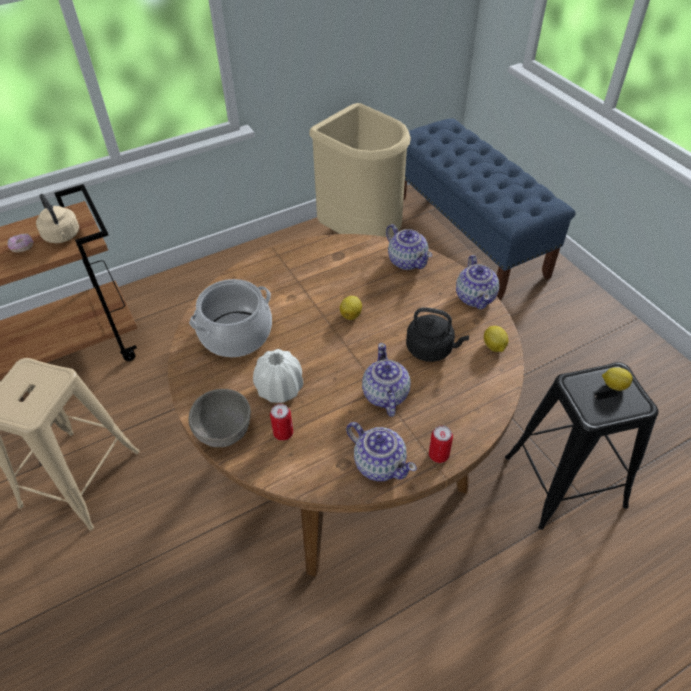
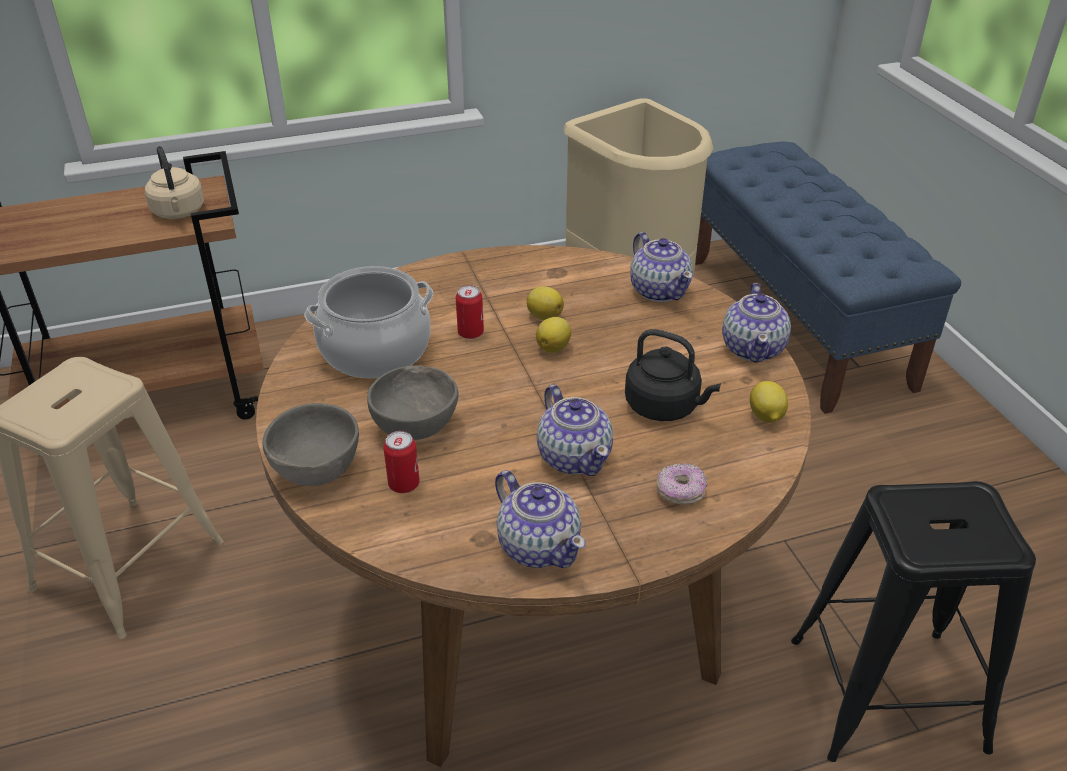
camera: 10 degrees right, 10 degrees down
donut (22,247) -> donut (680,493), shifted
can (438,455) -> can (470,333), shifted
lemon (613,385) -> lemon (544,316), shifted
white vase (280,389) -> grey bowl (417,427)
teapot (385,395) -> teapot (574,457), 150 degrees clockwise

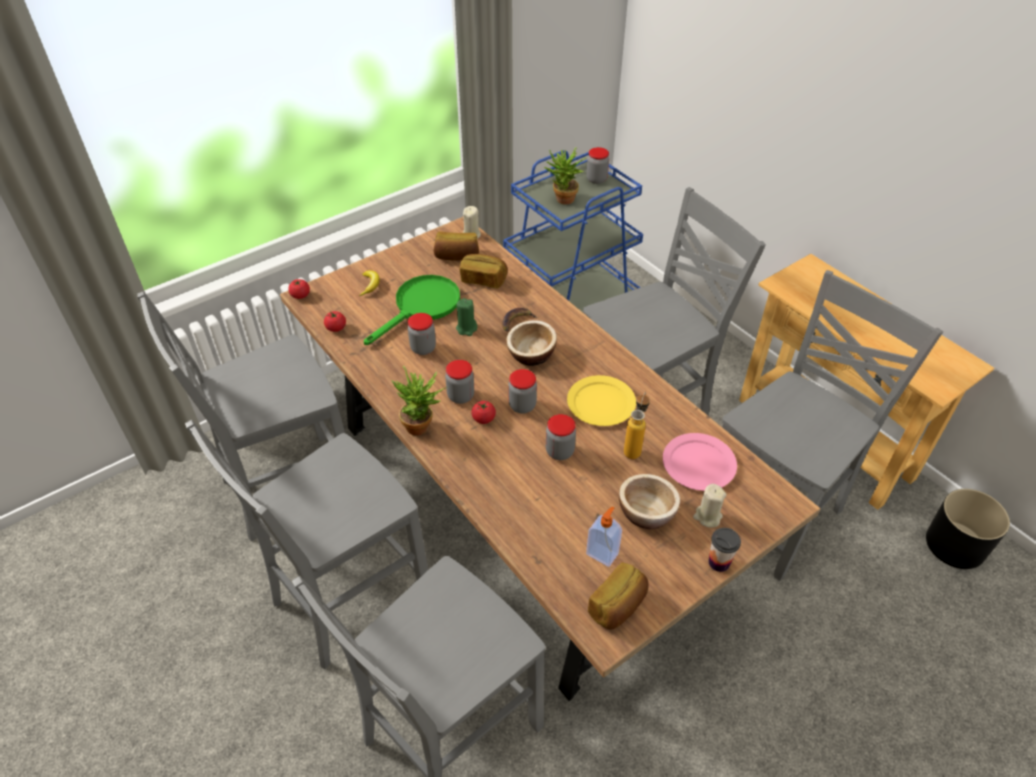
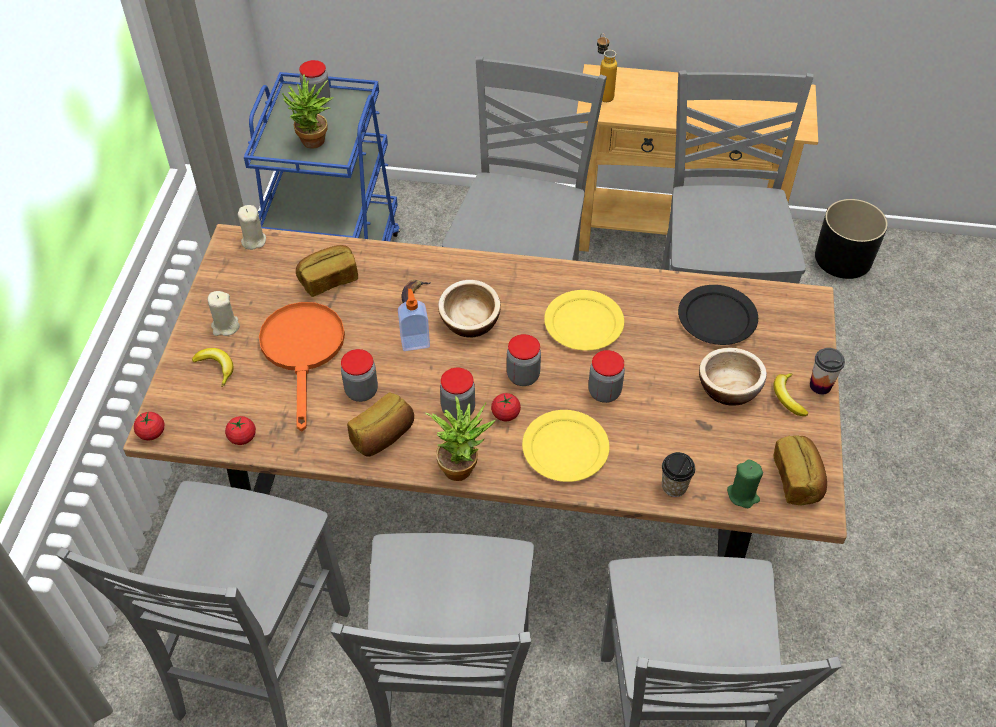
camera: 45 degrees left, 5 degrees up
none -> yellow plate (565,449)
none -> cup (674,486)
none -> banana (787,397)
bread (457,256) -> bread (383,436), shifted
green candle (466,328) -> green candle (743,495), shifted
soap dispenser (602,553) -> soap dispenser (415,341), shifted
bottle (634,448) -> bottle (602,94), shifted
beige candle (707,517) -> beige candle (225,326), shifted
green frying pan (421,307) -> orange frying pan (303,351)
pink plate (699,464) -> black plate (717,317)

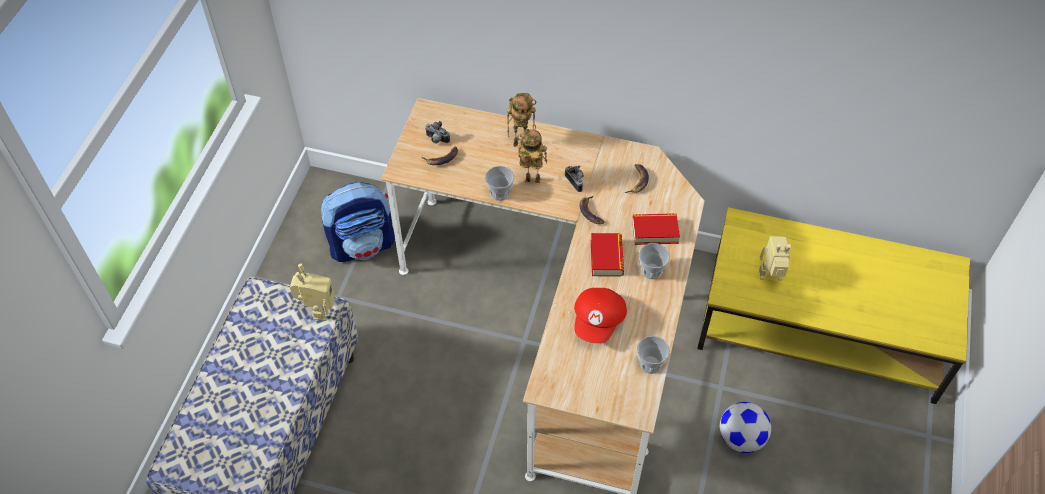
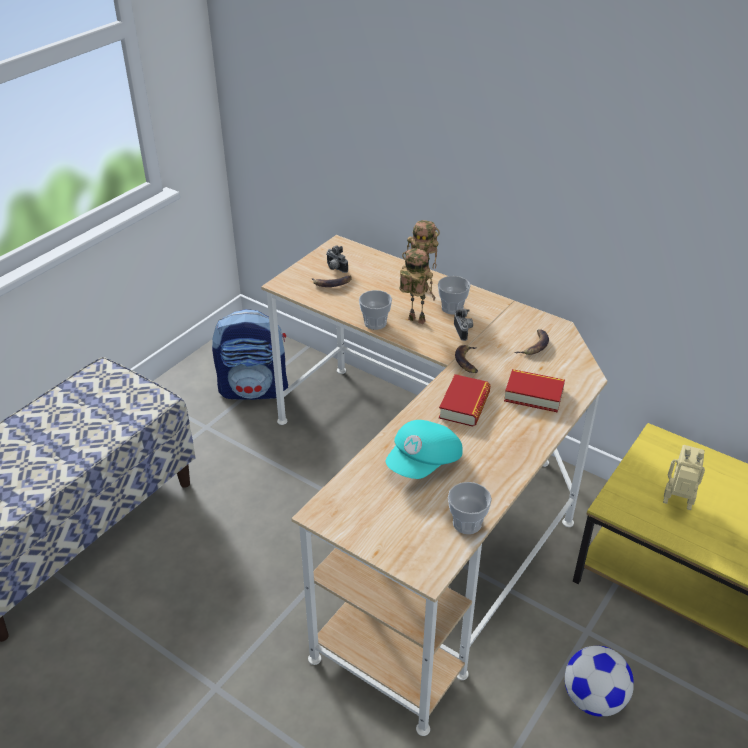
camera: 20 degrees right, 15 degrees down
toy robot (317,310) -> none
cup (651,271) -> cup (452,308), shifted
red cap (598,321) -> turquoise cap (424,463)

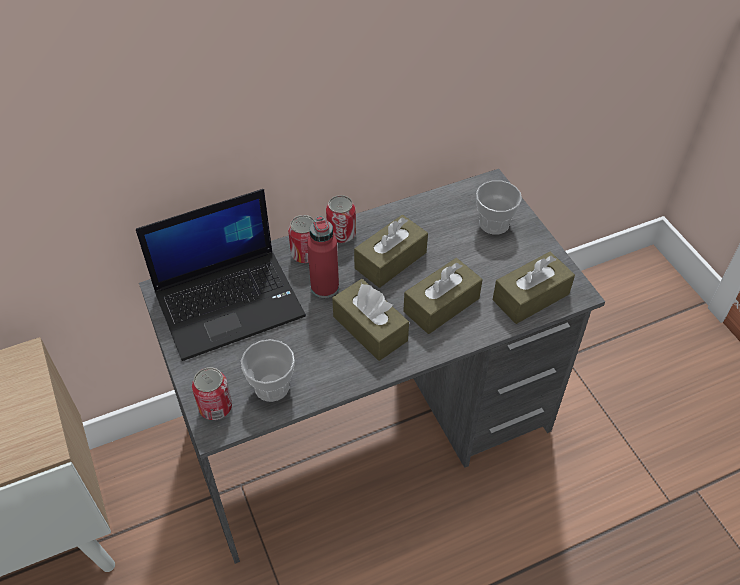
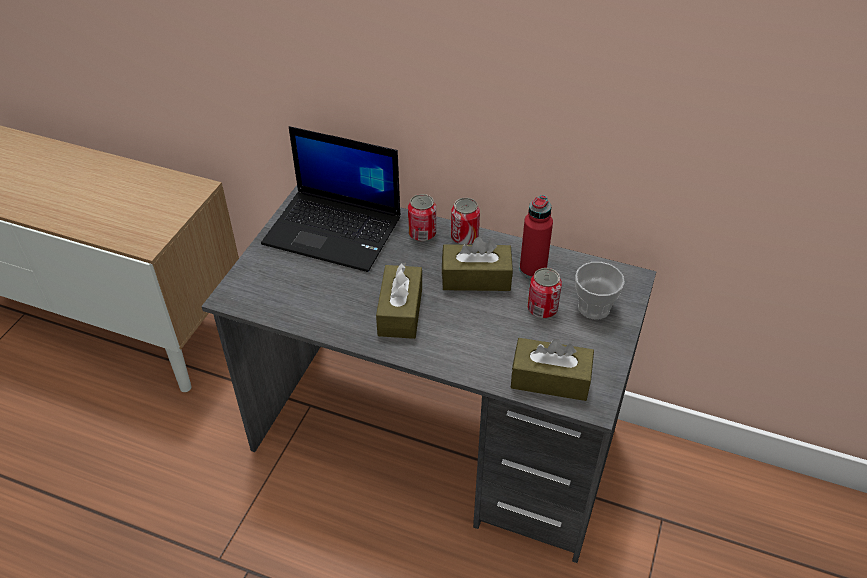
camera: 45 degrees right, 5 degrees down
cup (272,387) -> none
brown tissue box (441,305) -> none
can (215,407) -> can (542,309), shifted
red bottle (325,287) -> red bottle (533,269), shifted

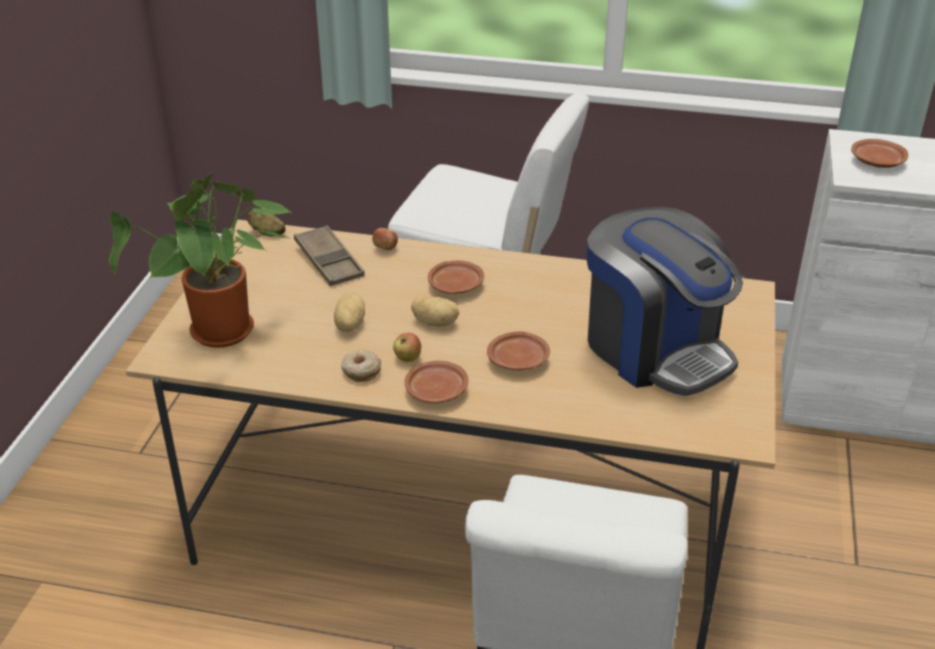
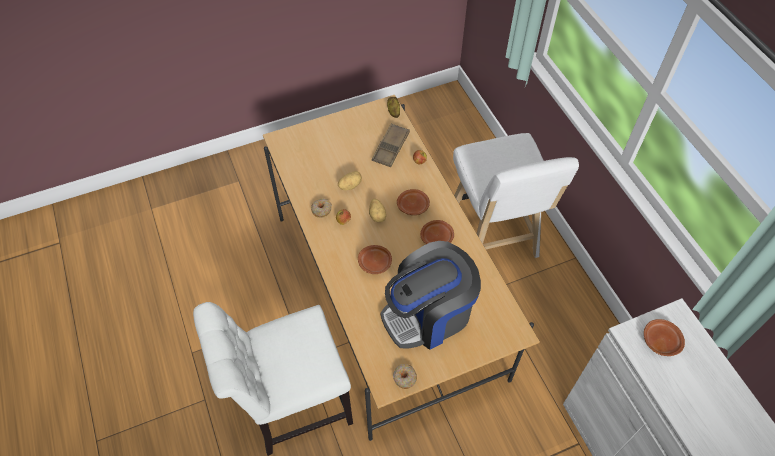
camera: 55 degrees right, 20 degrees up
potted plant (222,336) -> none
none -> donut (404,378)
brown plate (436,390) -> brown plate (437,237), shifted
coffee machine (655,349) -> coffee machine (429,314), 45 degrees clockwise

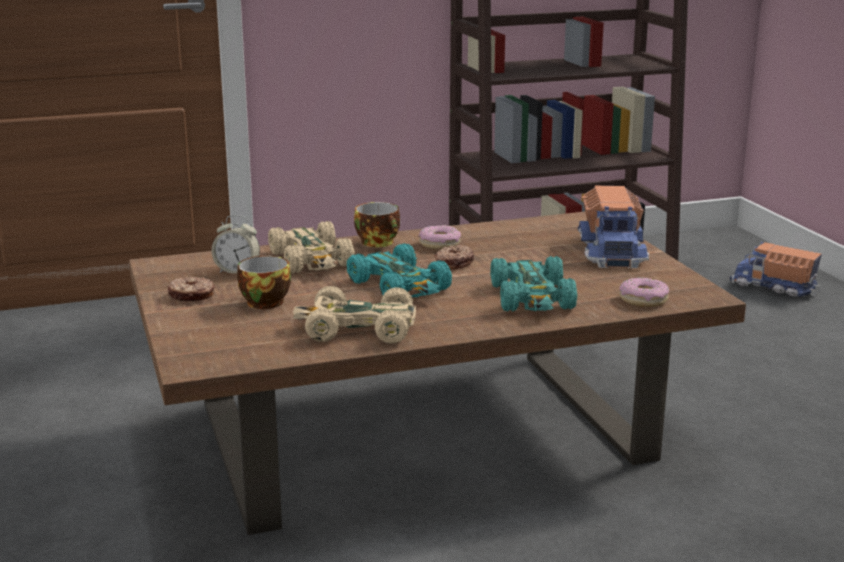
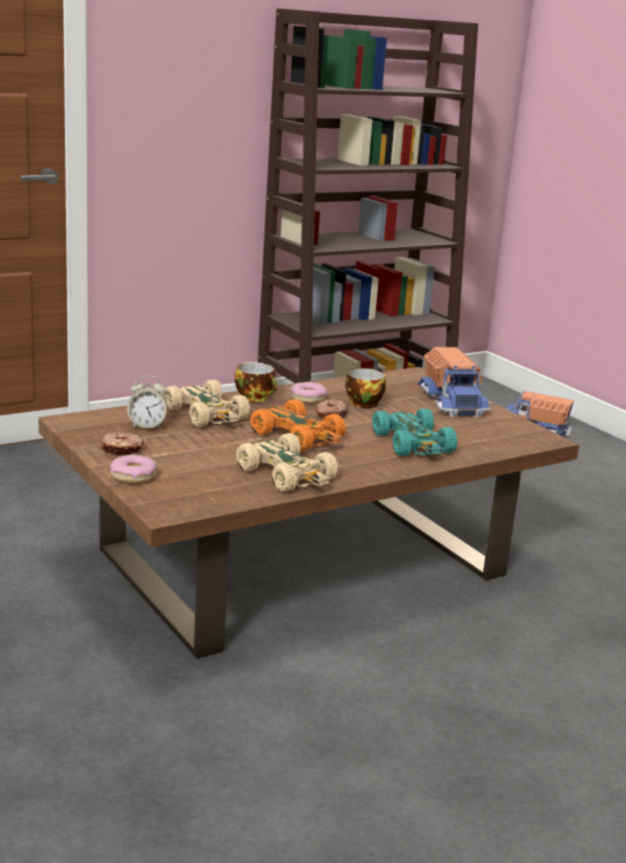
camera: 15 degrees left, 0 degrees up
cup (263,301) -> cup (361,403), shifted
donut (643,300) -> donut (133,476), shifted
turquoise toy car (400,286) -> orange toy car (298,436)
beige toy car (358,329) -> beige toy car (287,475), 120 degrees counterclockwise

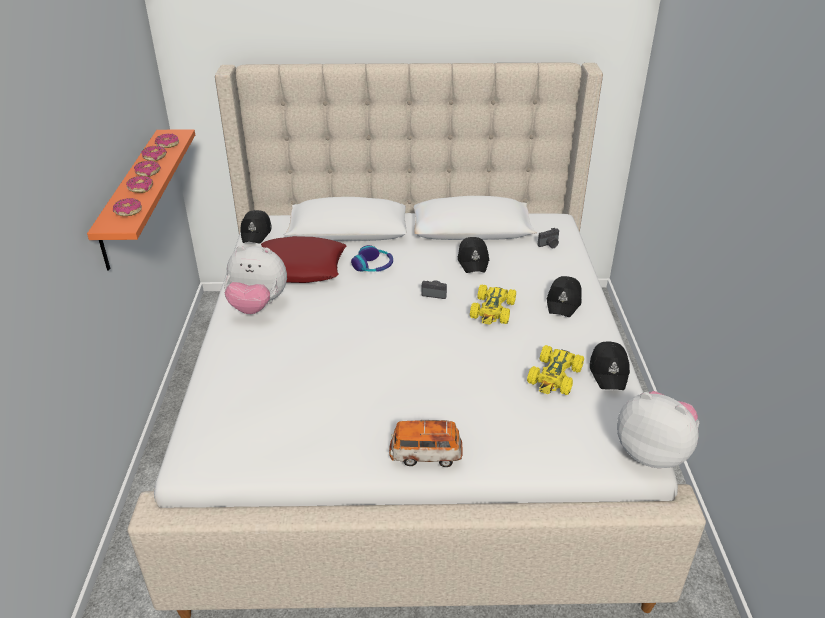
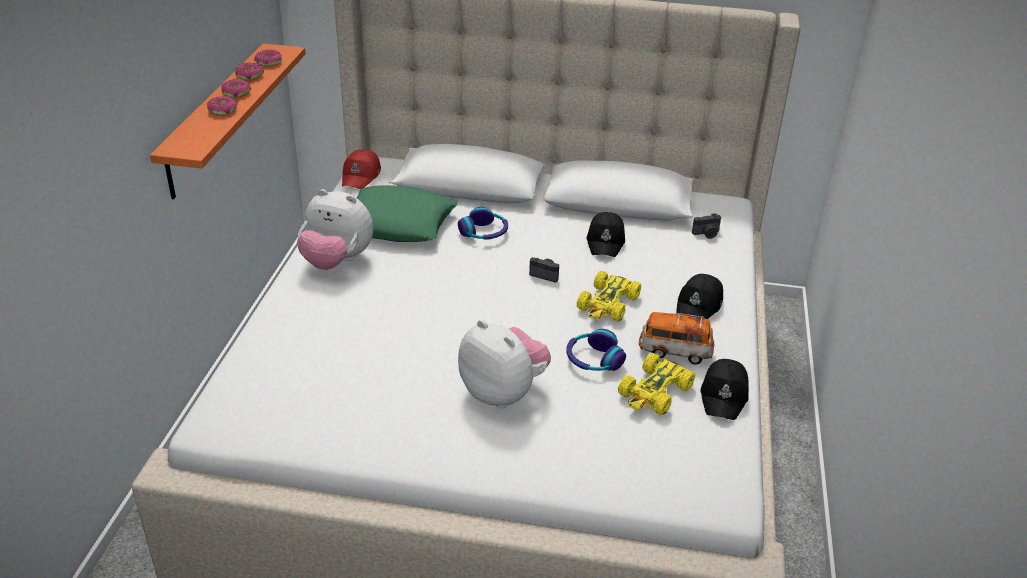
camera: 10 degrees right, 0 degrees up
donut (128,212) -> none
none -> headphones (593,359)
toy car (425,455) -> toy car (675,351), shifted
plush toy (652,452) -> plush toy (503,392), shifted
black cap (256,232) -> red cap (361,176)
red pillow (300,267) -> green pillow (398,223)

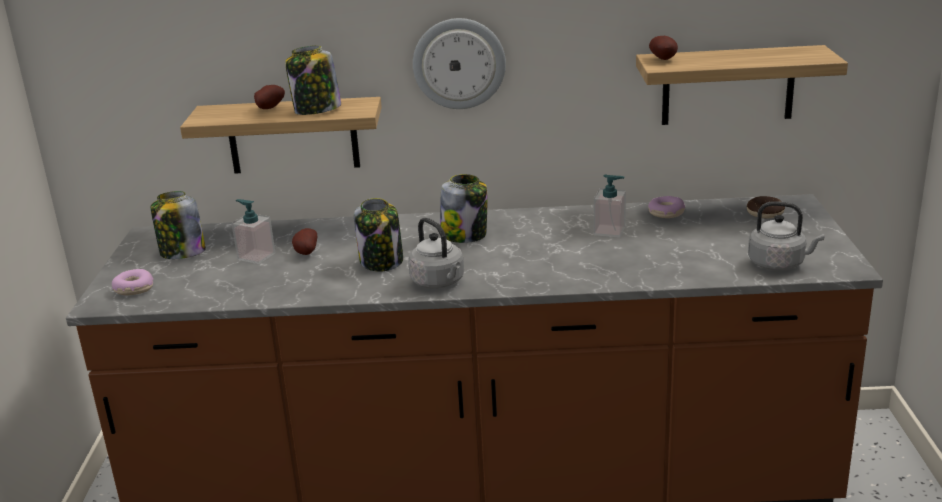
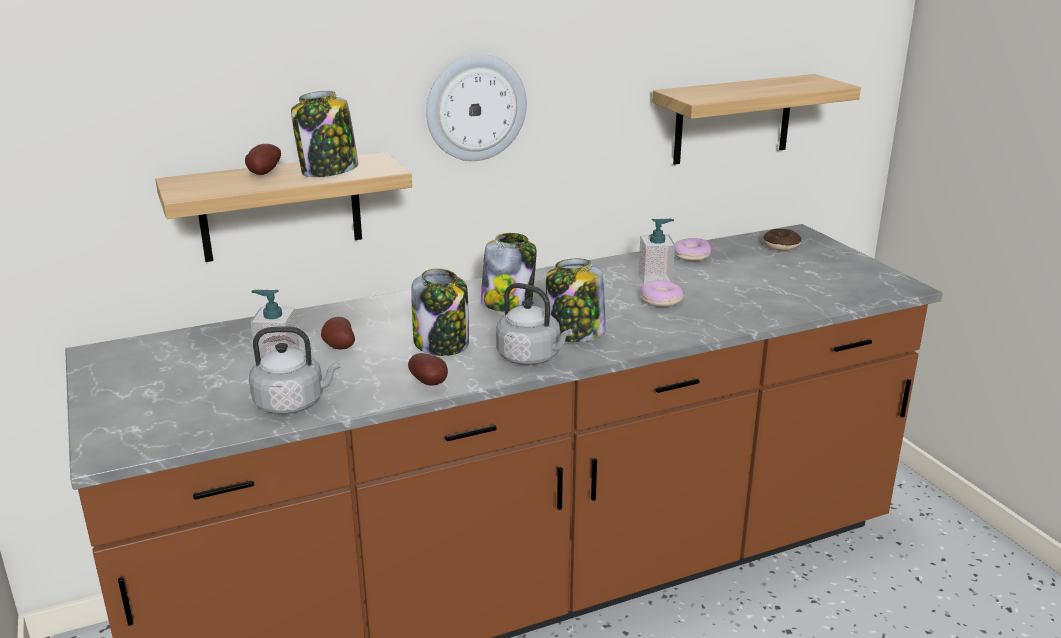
camera: 25 degrees left, 0 degrees up
donut (133,289) -> donut (660,300), shifted
jar (182,253) -> jar (575,334), shifted
potato (664,59) -> potato (430,383), shifted
grey kettle (779,264) -> grey kettle (293,403), shifted

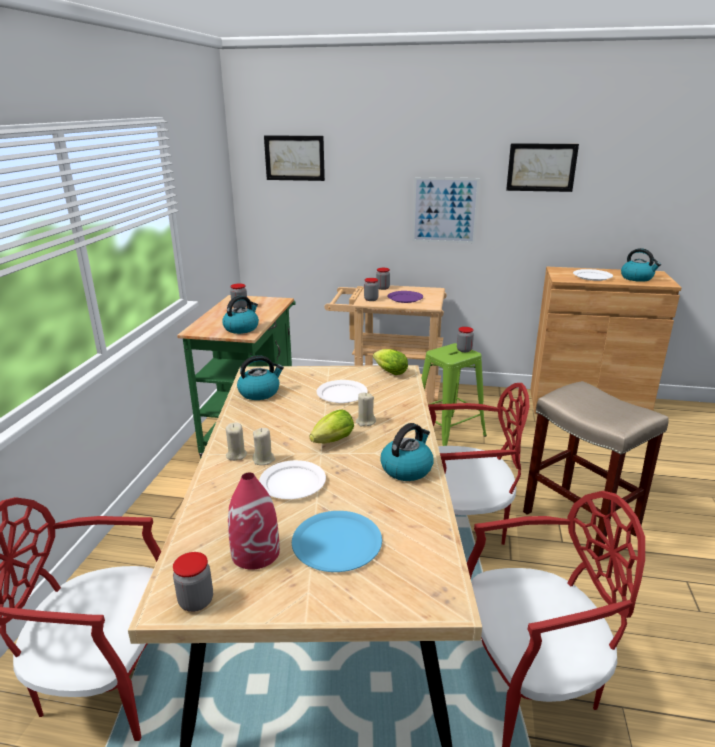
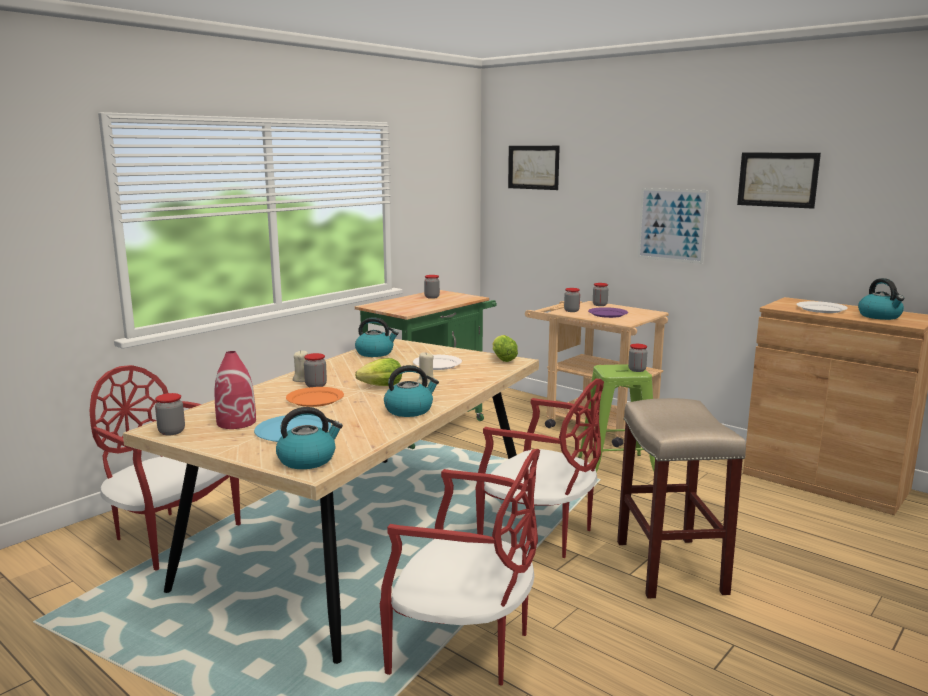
camera: 30 degrees right, 10 degrees down
kettle (241,328) -> kettle (308,460), shifted
beige candle (264,460) -> jar (316,385)
white plate (292,482) -> orange plate (315,399)

